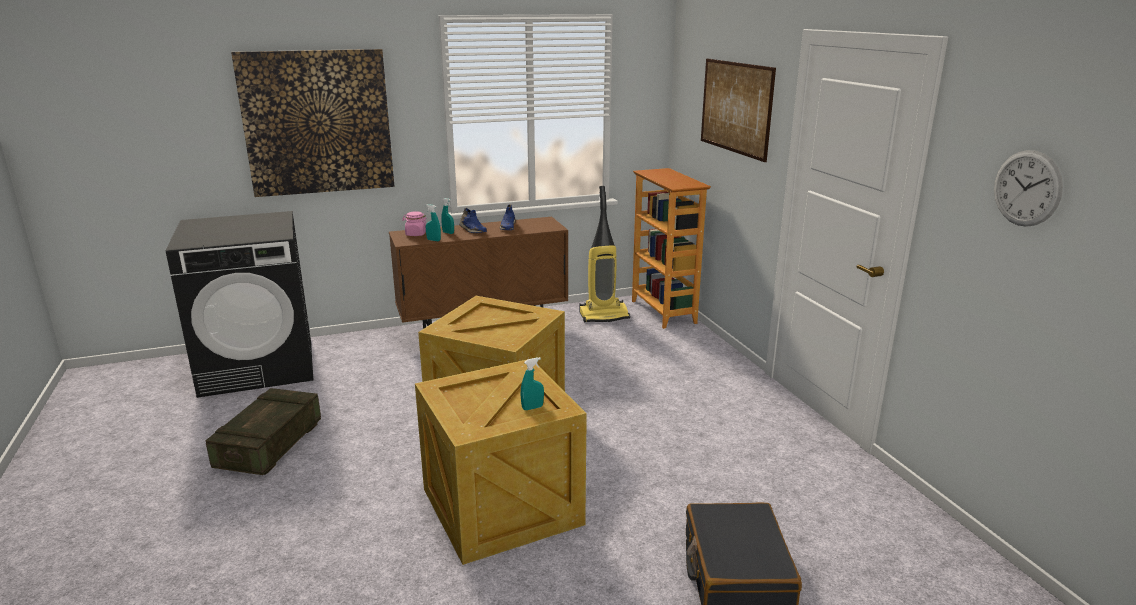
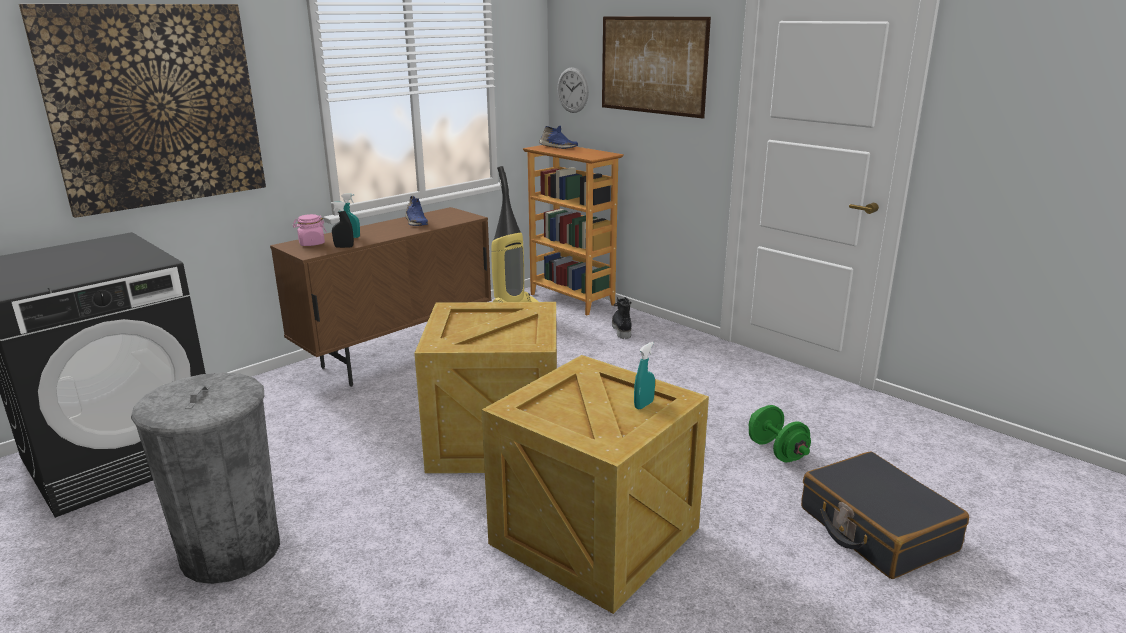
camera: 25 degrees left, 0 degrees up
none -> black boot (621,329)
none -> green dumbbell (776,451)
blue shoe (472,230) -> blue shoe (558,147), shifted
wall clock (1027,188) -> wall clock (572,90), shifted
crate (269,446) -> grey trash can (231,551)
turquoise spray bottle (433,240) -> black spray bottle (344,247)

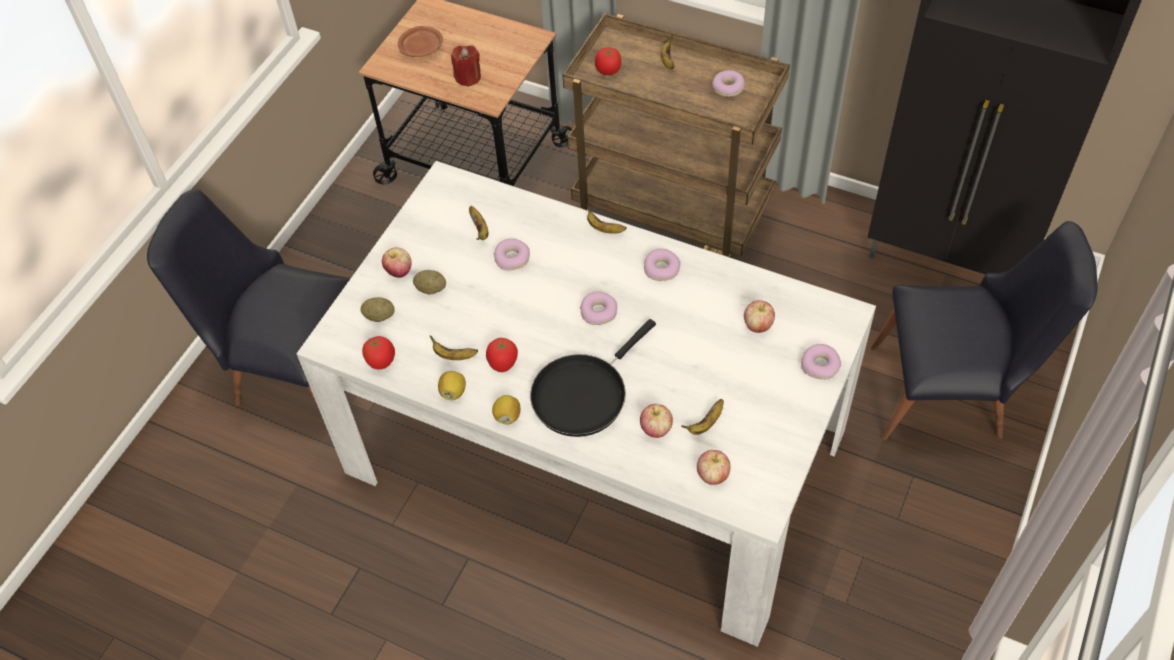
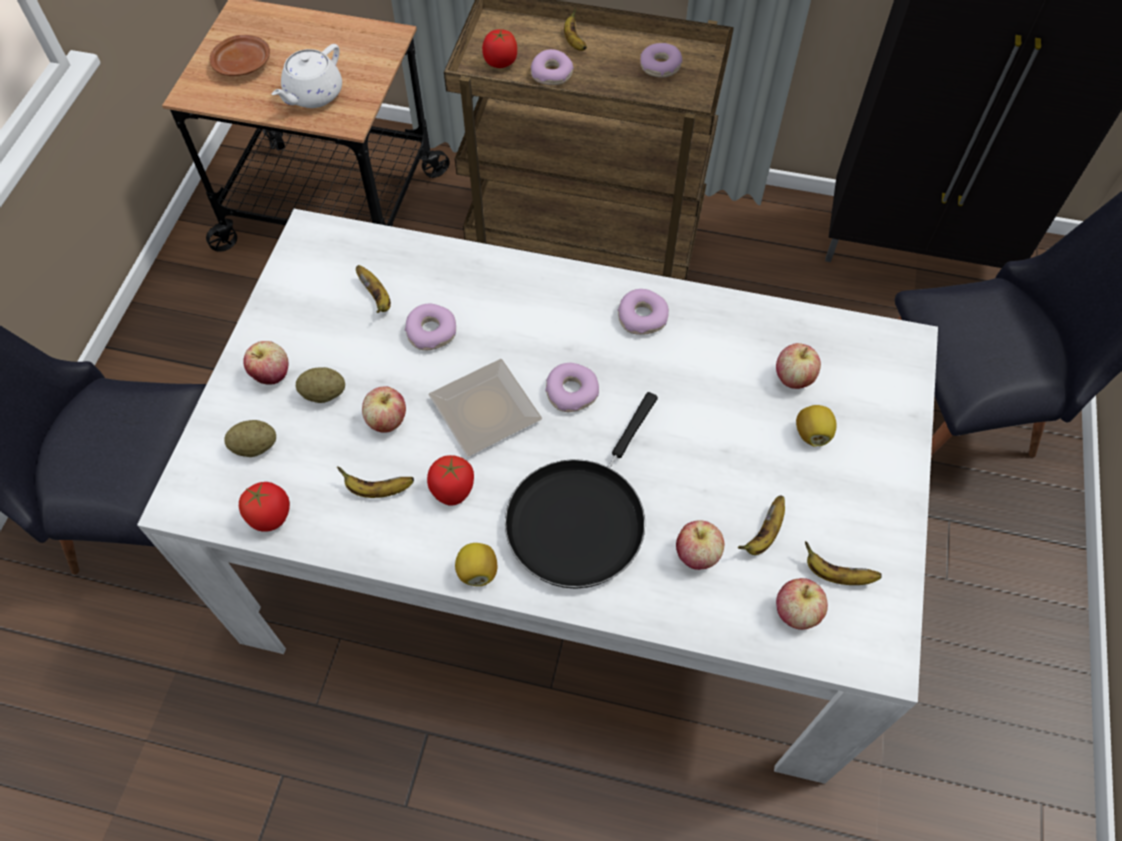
camera: 15 degrees left, 5 degrees up
none -> apple (387,421)
none -> plate (481,409)
lemon (453,392) -> lemon (812,433), shifted
banana (604,229) -> banana (836,575), shifted
donut (820,366) -> donut (552,74), shifted
red candle (468,77) -> white teapot (313,95)

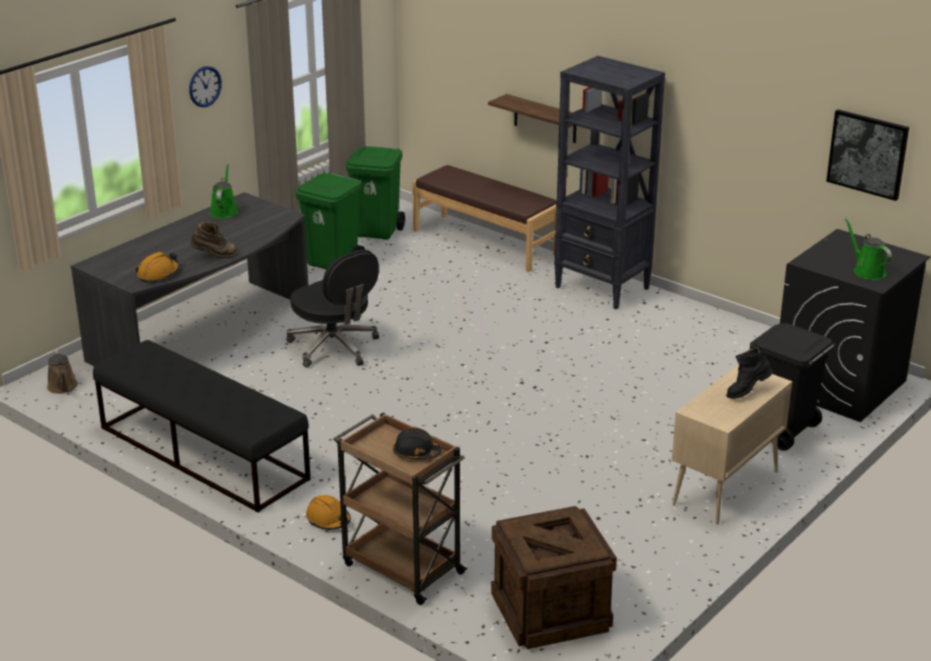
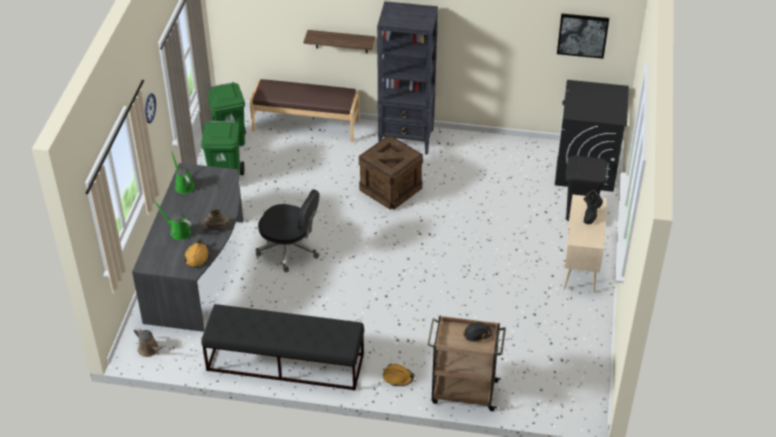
camera: 30 degrees left, 15 degrees up
crate (552,612) -> crate (391,189), shifted
green watering can (867,271) -> green watering can (178,232), shifted

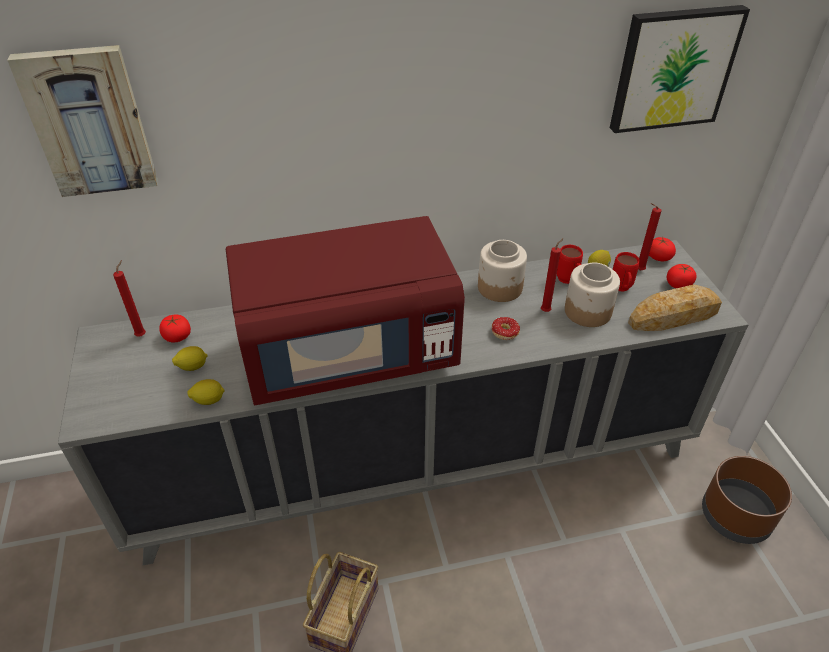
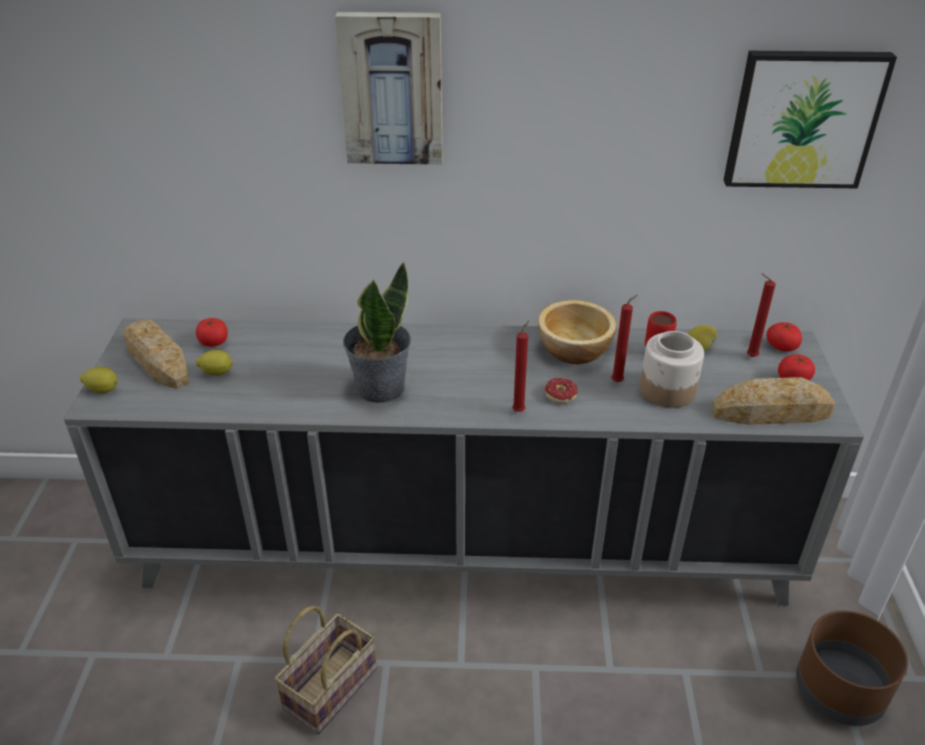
camera: 15 degrees right, 5 degrees down
red mug (621,289) -> none
none -> bread (157,360)
picture (90,121) -> picture (392,88), shifted
red candle (142,335) -> red candle (519,410), shifted
lemon (209,400) -> lemon (103,390), shifted
red microwave (349,354) -> potted plant (380,388)
jar (500,288) -> bowl (575,349)

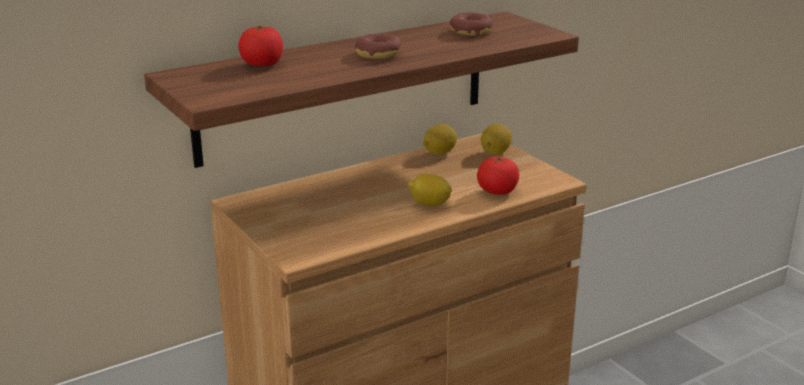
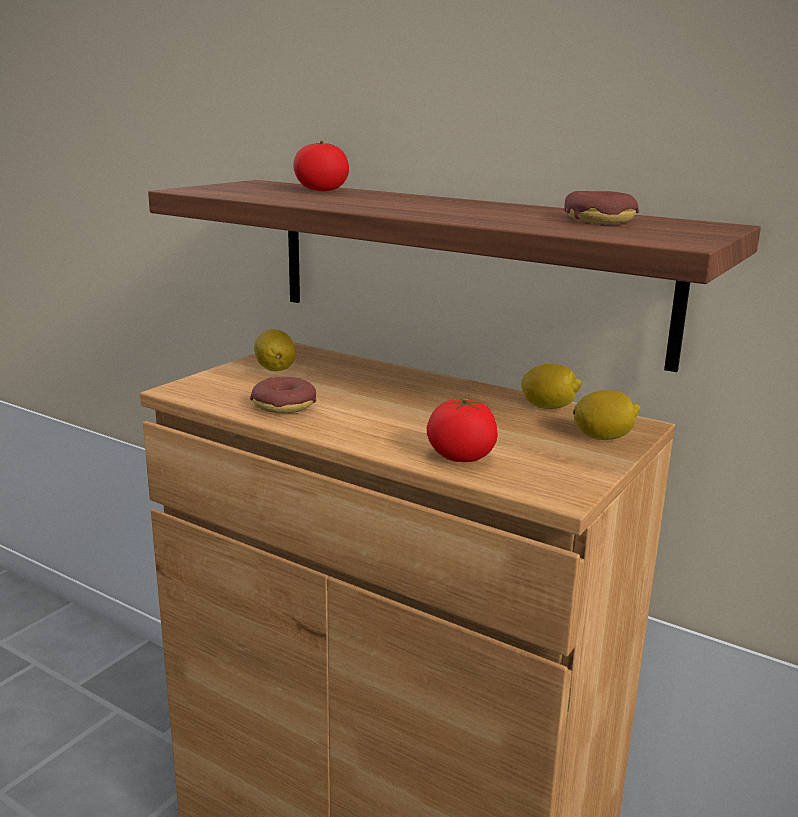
camera: 65 degrees right, 5 degrees down
donut (378,54) -> donut (284,406), shifted
lemon (429,204) -> lemon (275,369), shifted

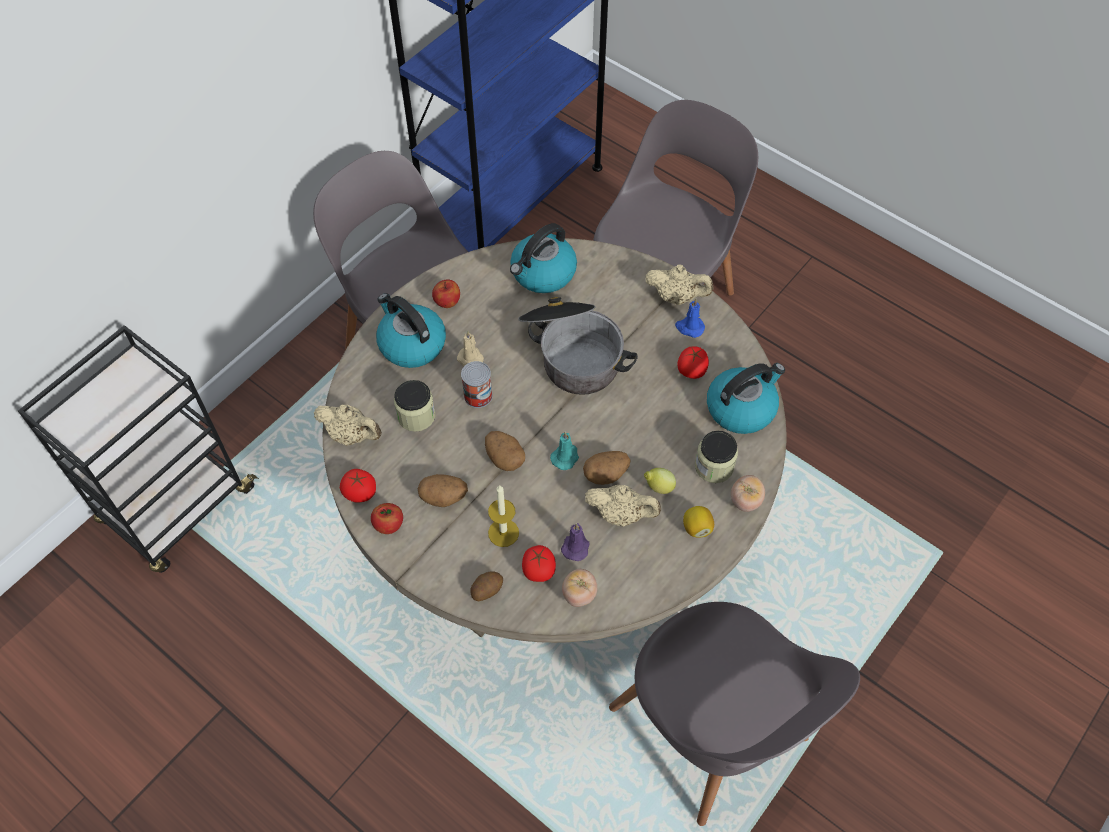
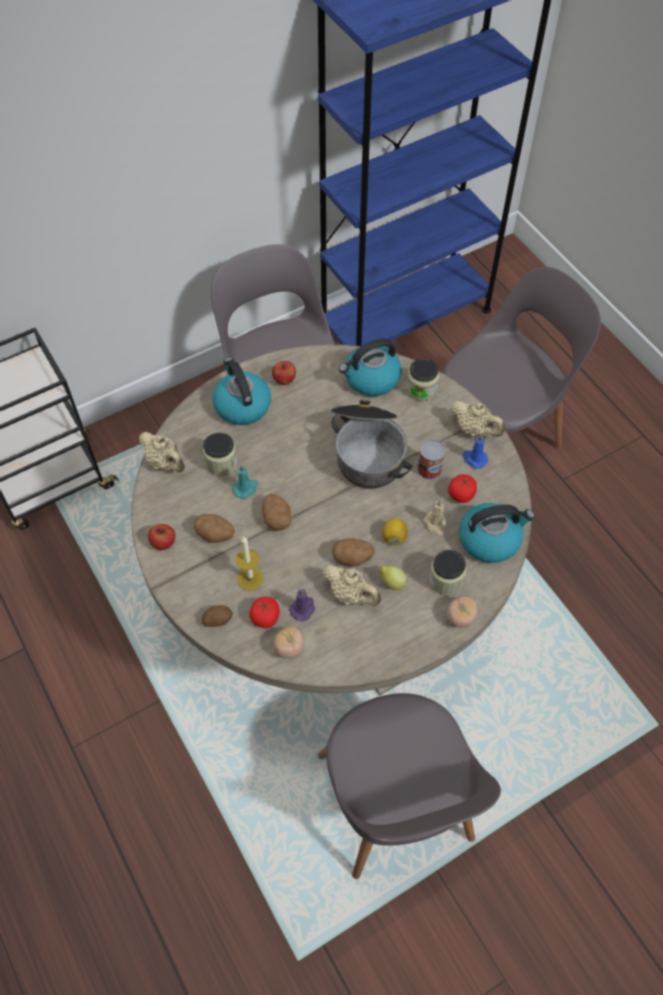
camera: 20 degrees right, 0 degrees up
tomato (360,492) -> none
none -> jar (421,389)
beige candle (471,360) -> beige candle (436,524), shifted
can (478,395) -> can (429,469), shifted
turquoise candle (565,457) -> turquoise candle (246,488), shifted
lemon (696,528) -> lemon (394,537), shifted

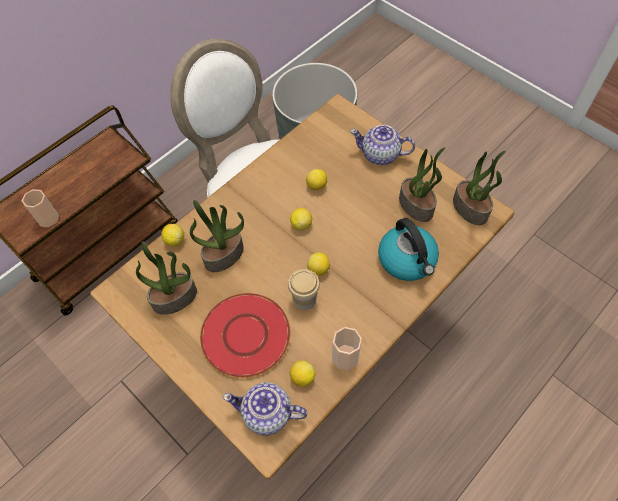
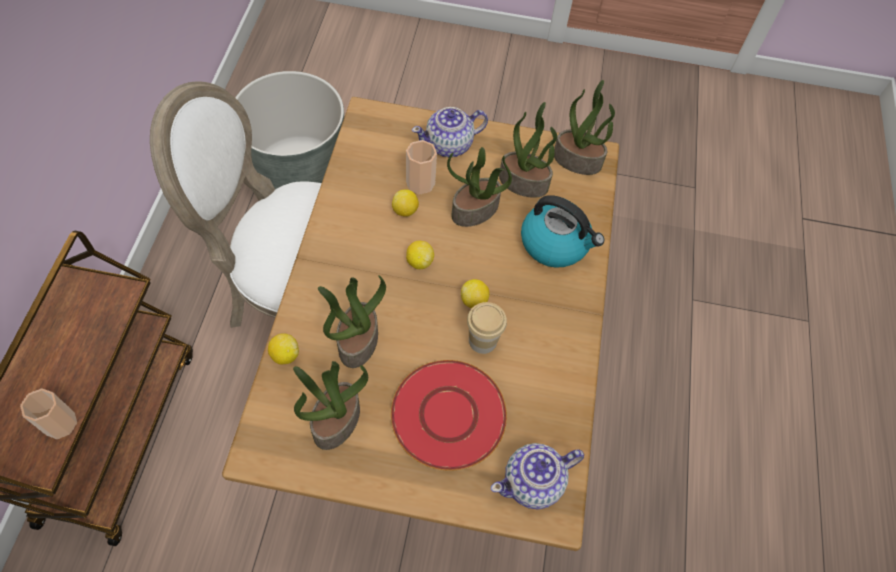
camera: 40 degrees left, 0 degrees up
lemon (302,377) -> none
none -> potted plant (475,211)
cup (345,357) -> cup (420,183), shifted

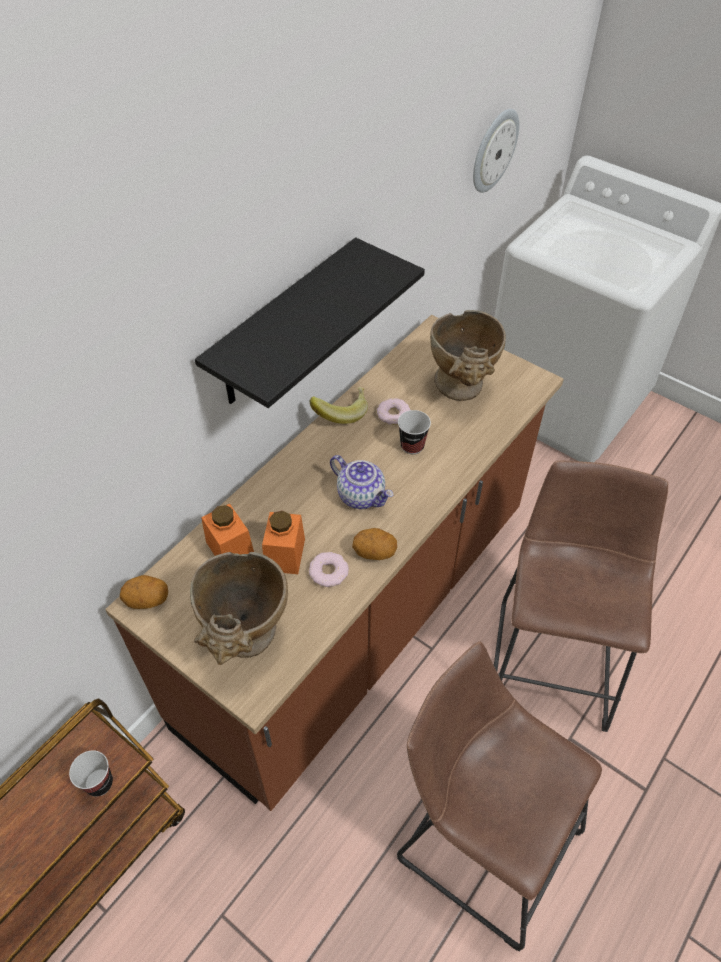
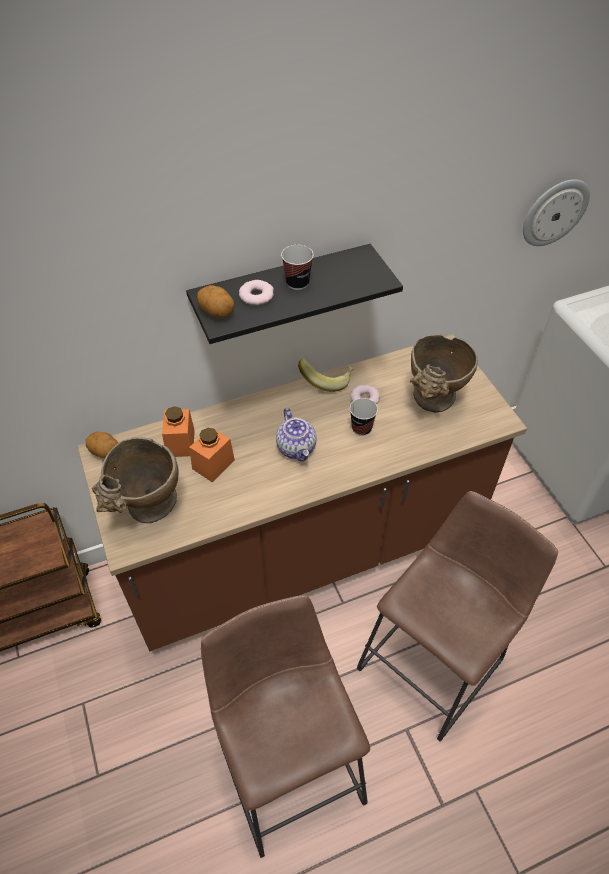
camera: 30 degrees right, 0 degrees up
cup (99,783) -> cup (297,283), shifted
donut (328,572) -> donut (256,296), shifted
potato (374,553) -> potato (217,312), shifted

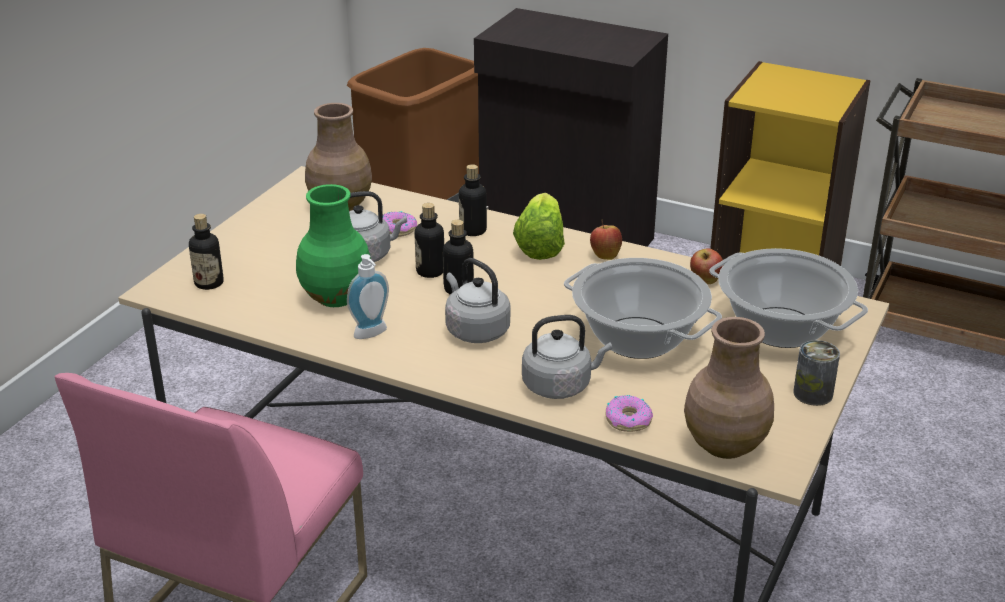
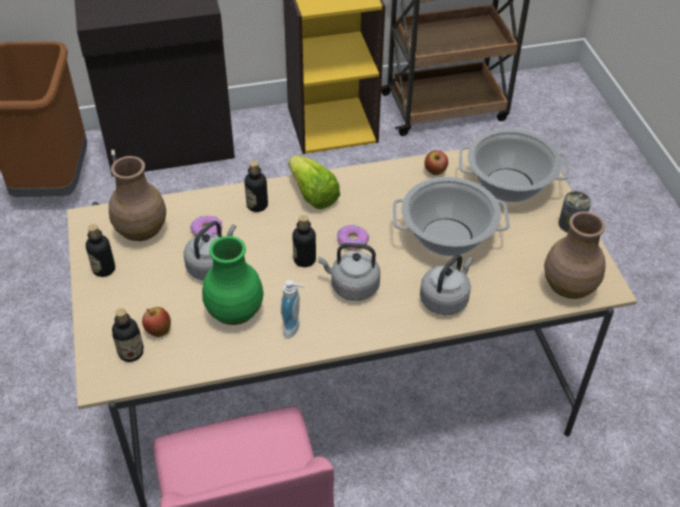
camera: 40 degrees left, 15 degrees up
bottle (430,271) -> bottle (104,269), shifted
apple (605,255) -> apple (158,330), shifted
donut (628,420) -> donut (352,241), shifted

